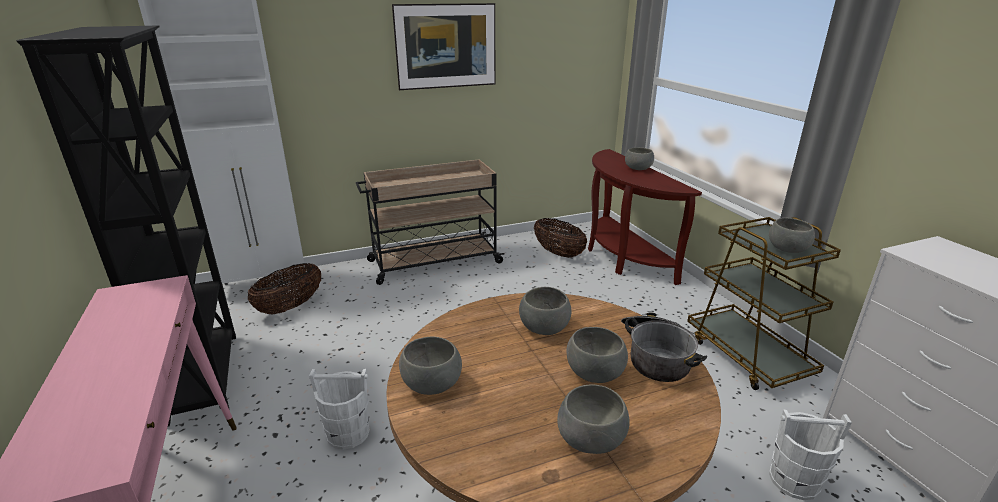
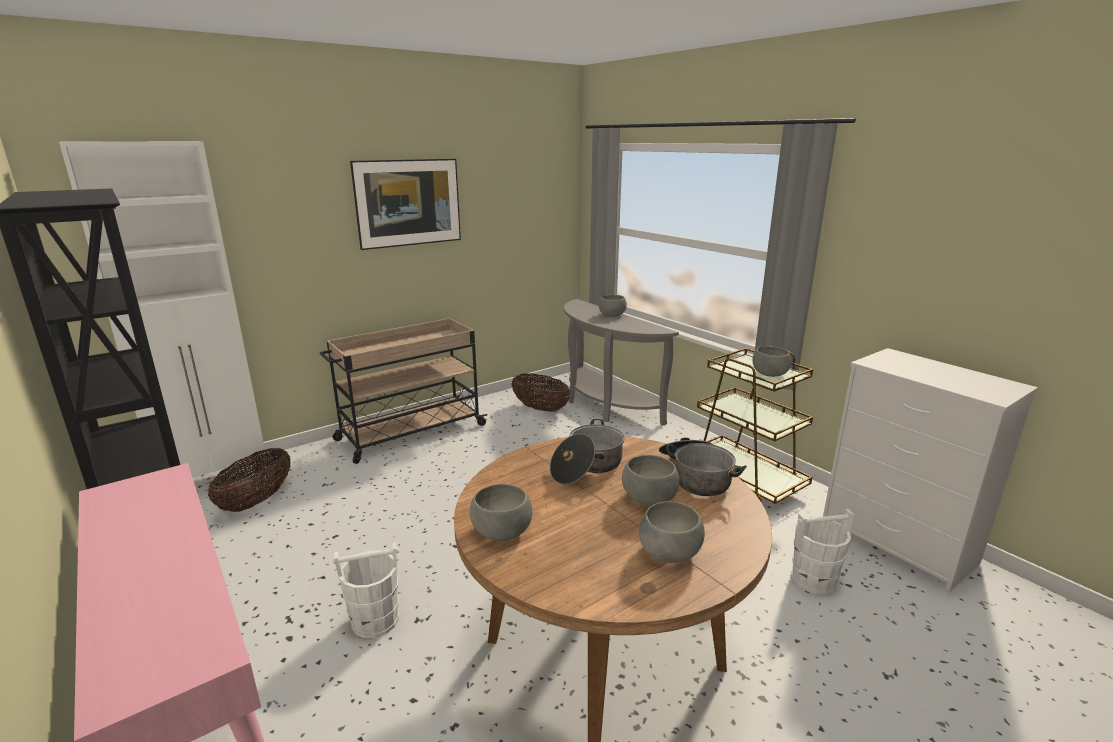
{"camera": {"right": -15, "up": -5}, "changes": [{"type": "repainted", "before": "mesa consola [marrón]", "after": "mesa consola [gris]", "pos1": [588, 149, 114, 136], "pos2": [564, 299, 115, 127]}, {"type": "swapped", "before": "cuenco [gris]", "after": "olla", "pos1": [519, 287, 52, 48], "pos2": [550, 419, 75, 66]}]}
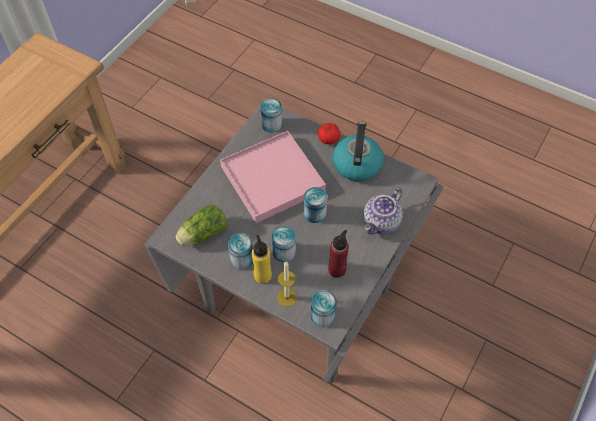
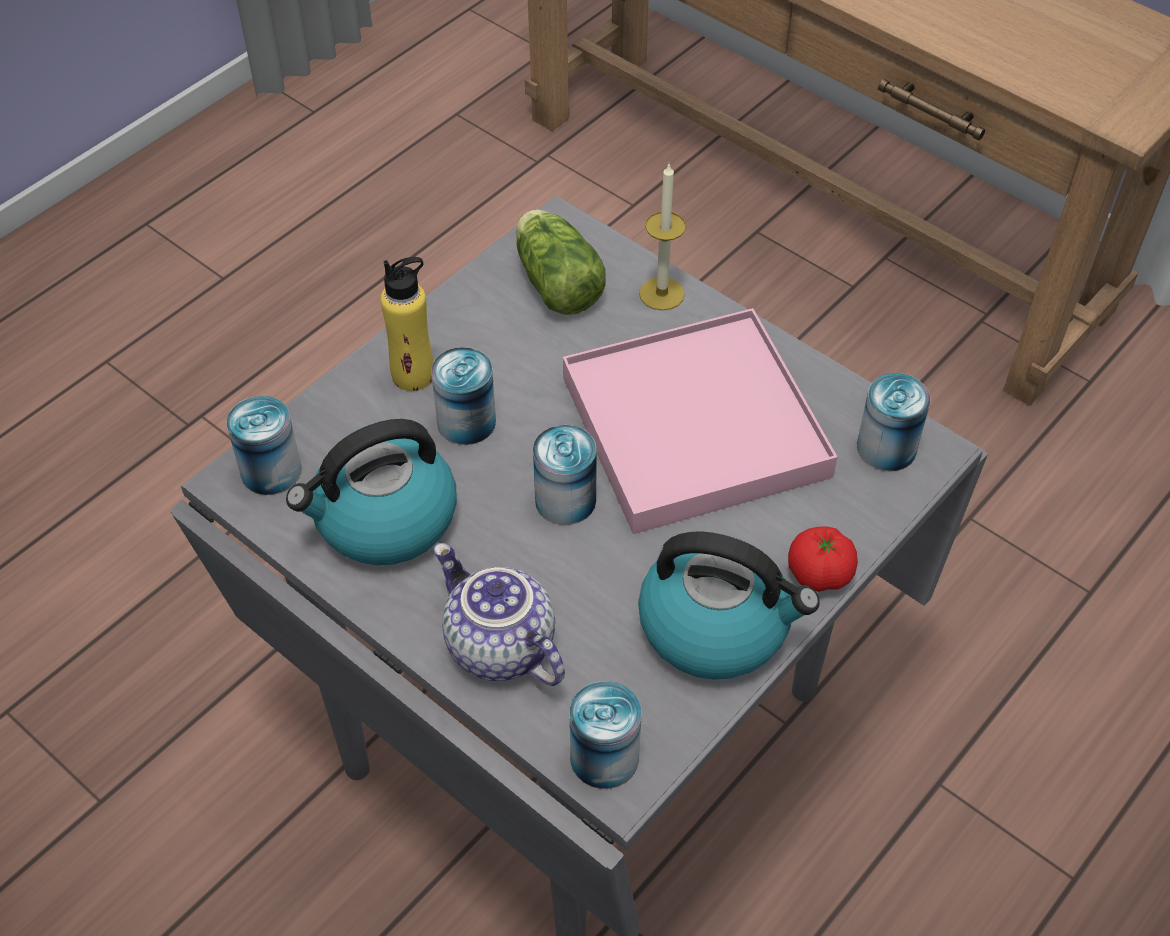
{"camera": {"right": 100, "up": -5}, "changes": [{"type": "swapped", "before": "botella [rojo]", "after": "hervidor", "pos1": [328, 230, 21, 48], "pos2": [286, 419, 171, 146]}, {"type": "shifted", "before": "lata", "pos1": [228, 233, 25, 37], "pos2": [570, 681, 71, 108]}, {"type": "shifted", "before": "vela", "pos1": [277, 261, 20, 46], "pos2": [639, 164, 47, 147]}]}
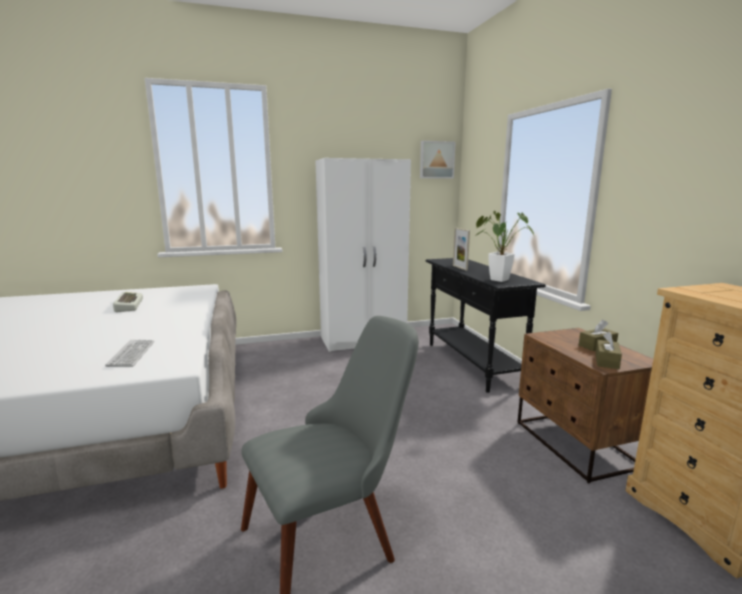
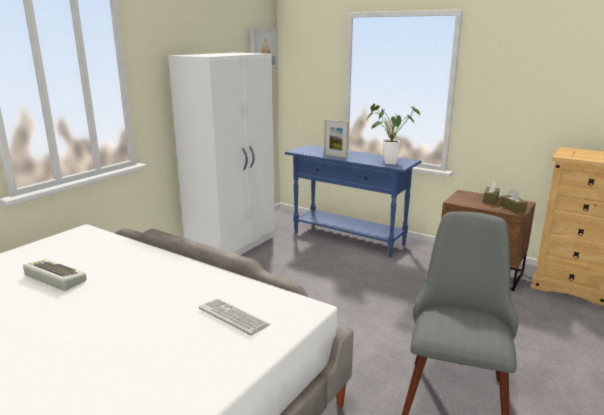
{"camera": {"right": -40, "up": 5}, "changes": [{"type": "repainted", "before": "mesa consola [negro]", "after": "mesa consola [azul]", "pos1": [425, 258, 121, 135], "pos2": [285, 145, 137, 113]}]}
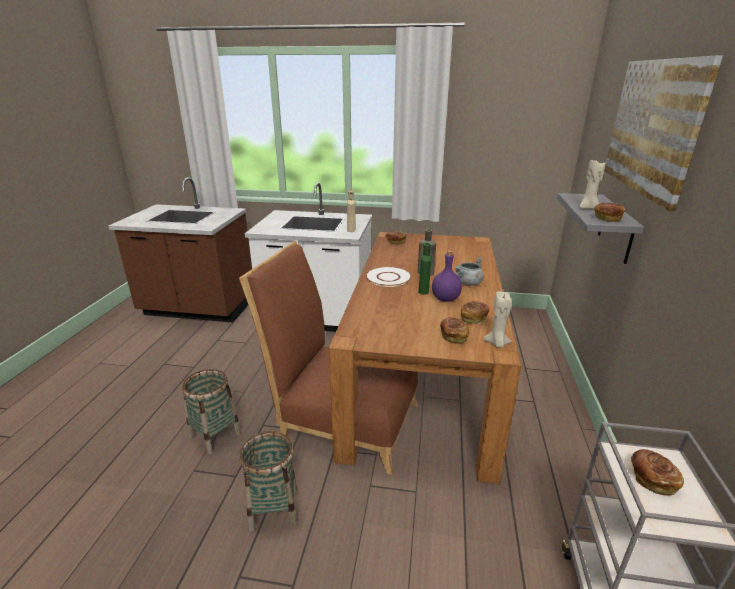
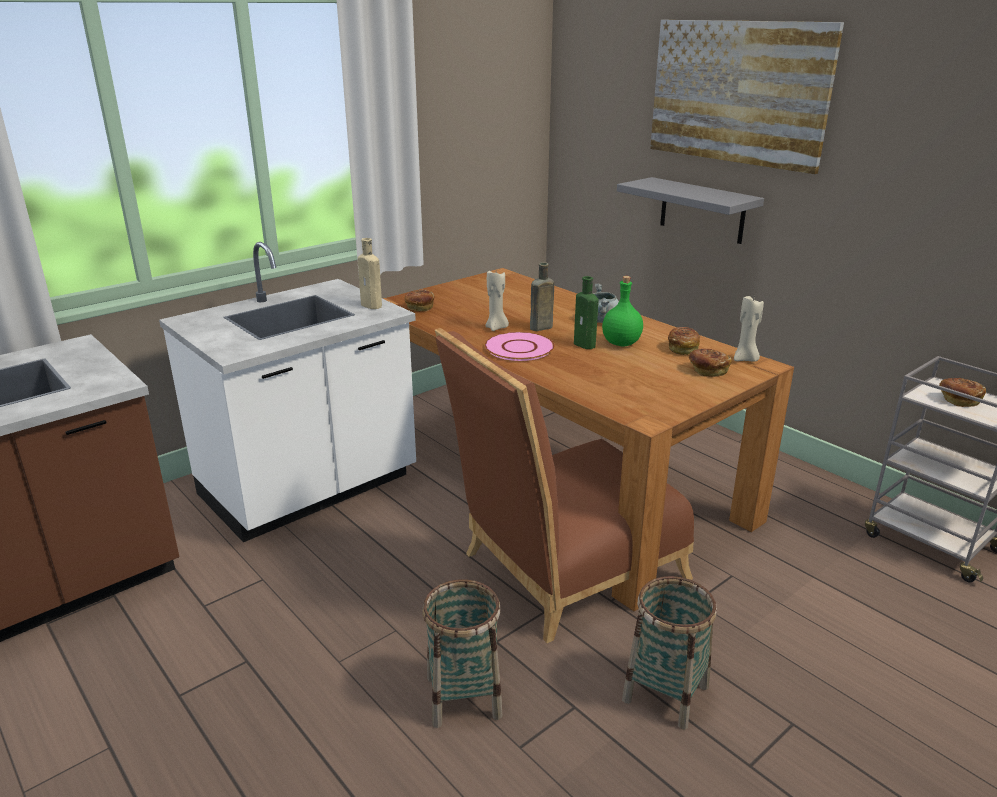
{"camera": {"right": -50, "up": 0}, "changes": [{"type": "shifted", "before": "vela [beis]", "pos1": [580, 159, 26, 50], "pos2": [485, 271, 24, 60]}, {"type": "gone", "before": "pan", "pos1": [594, 202, 31, 20]}, {"type": "repainted", "before": "botella [morado]", "after": "botella [verde]", "pos1": [432, 250, 30, 52], "pos2": [602, 276, 41, 70]}, {"type": "repainted", "before": "plato [blanco]", "after": "plato [rosa]", "pos1": [365, 267, 47, 20], "pos2": [484, 332, 71, 29]}]}
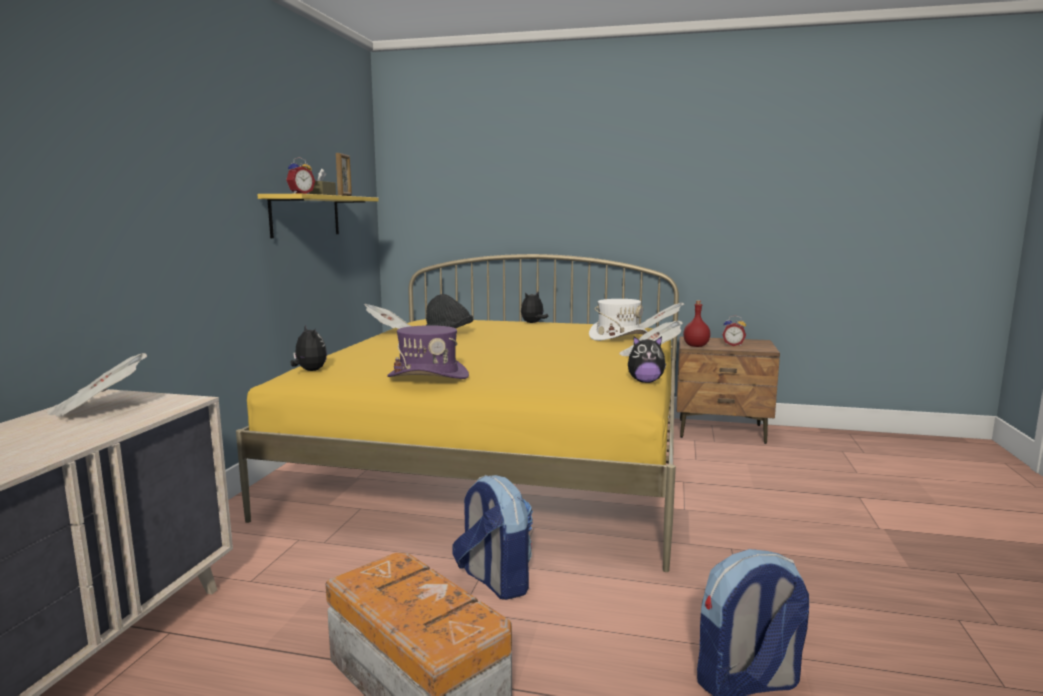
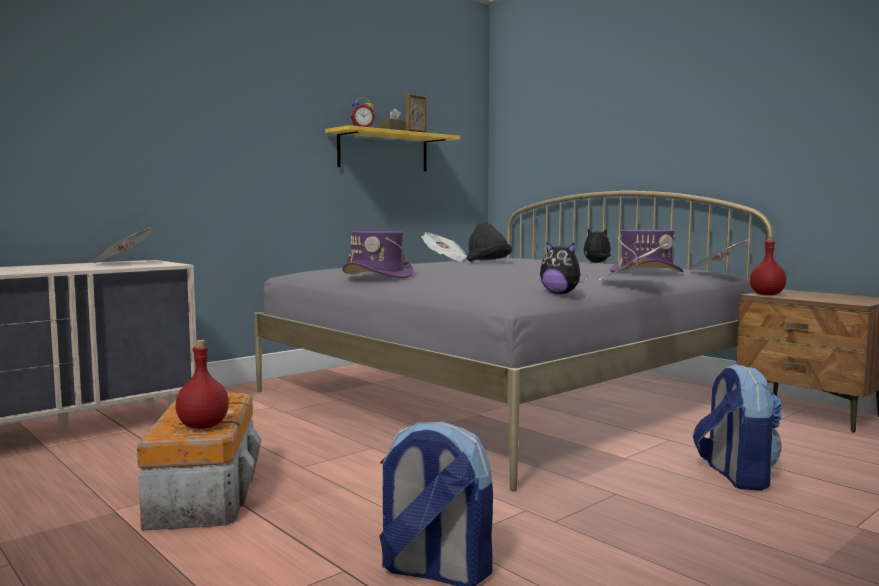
{"camera": {"right": 35, "up": -5}, "changes": [{"type": "repainted", "before": "cama [amarillo]", "after": "cama [gris]", "pos1": [236, 254, 443, 318], "pos2": [254, 191, 520, 300]}, {"type": "repainted", "before": "sombrero [blanco]", "after": "sombrero [morado]", "pos1": [589, 299, 59, 42], "pos2": [610, 230, 73, 42]}, {"type": "gone", "before": "despertador", "pos1": [722, 315, 24, 31]}, {"type": "gone", "before": "peluche", "pos1": [290, 325, 37, 46]}, {"type": "shifted", "before": "mochila", "pos1": [453, 475, 80, 125], "pos2": [693, 364, 90, 127]}, {"type": "new", "after": "botella [rojo]", "pos2": [175, 340, 54, 89]}]}
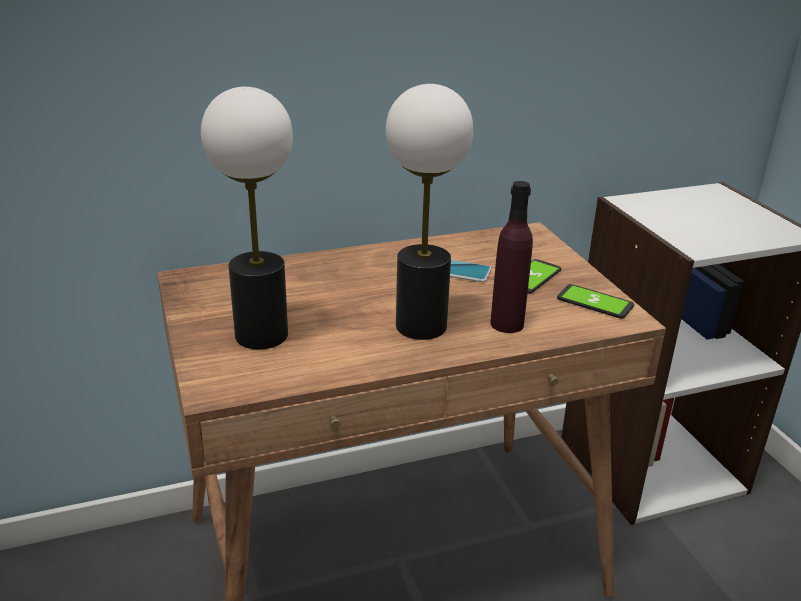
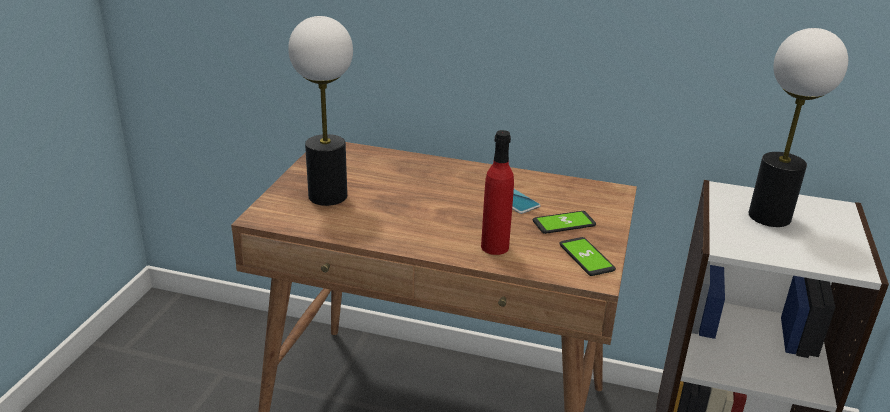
{"camera": {"right": 35, "up": 0}, "changes": [{"type": "shifted", "before": "lámpara de mesa", "pos1": [386, 84, 87, 256], "pos2": [749, 28, 99, 199]}, {"type": "repainted", "before": "botella [morado]", "after": "botella [rojo]", "pos1": [490, 181, 43, 152], "pos2": [481, 130, 33, 125]}]}
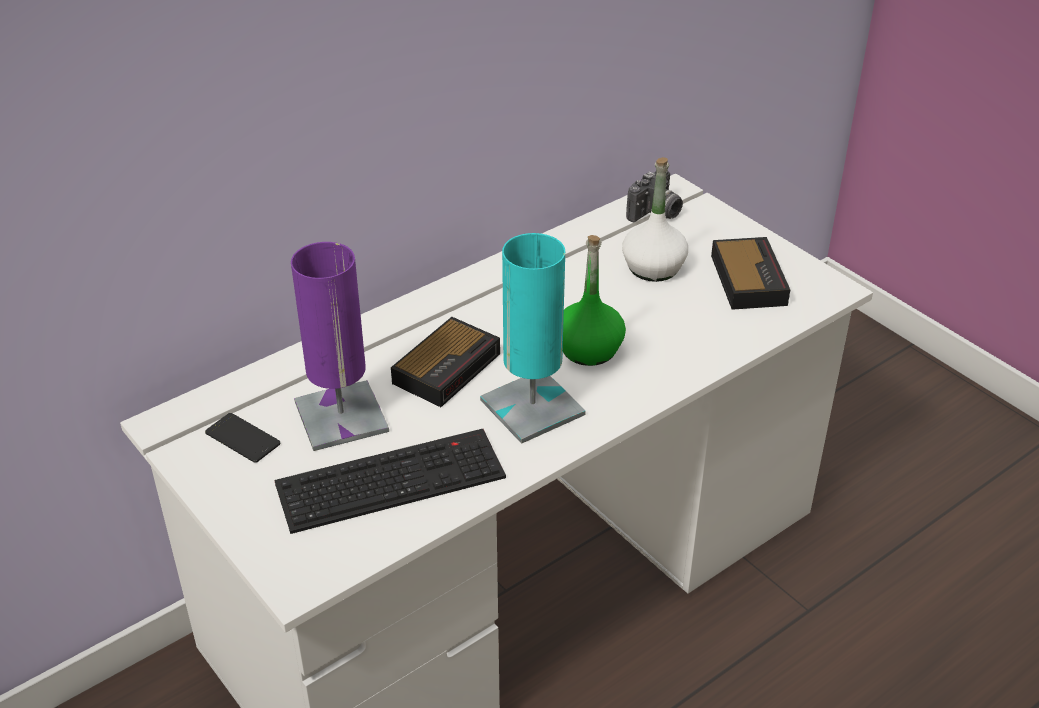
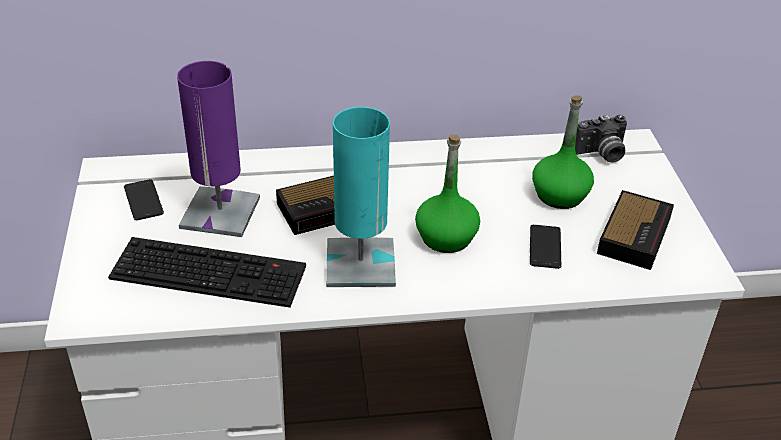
{"camera": {"right": 30, "up": 0}, "changes": [{"type": "repainted", "before": "botella [blanco]", "after": "botella [verde]", "pos1": [622, 157, 66, 125], "pos2": [532, 96, 62, 113]}, {"type": "new", "after": "móvil", "pos2": [530, 225, 31, 44]}]}
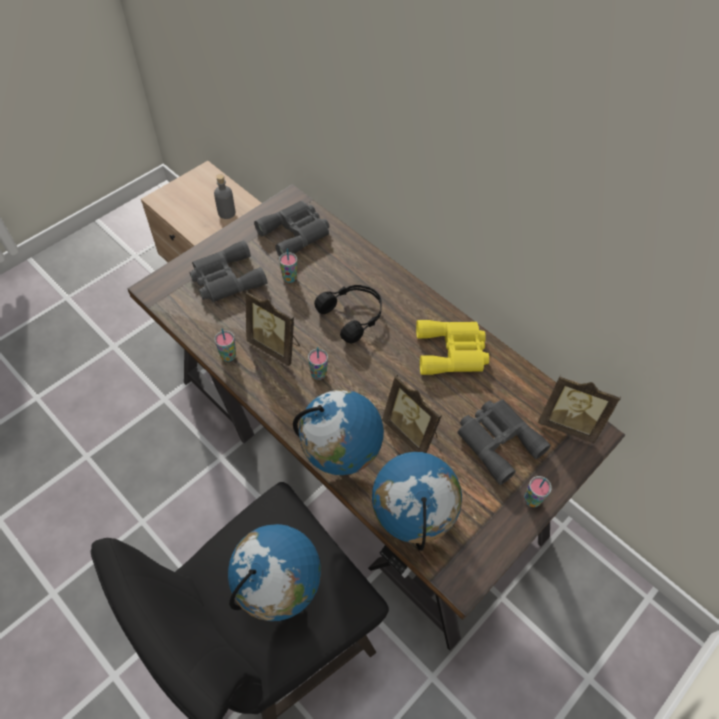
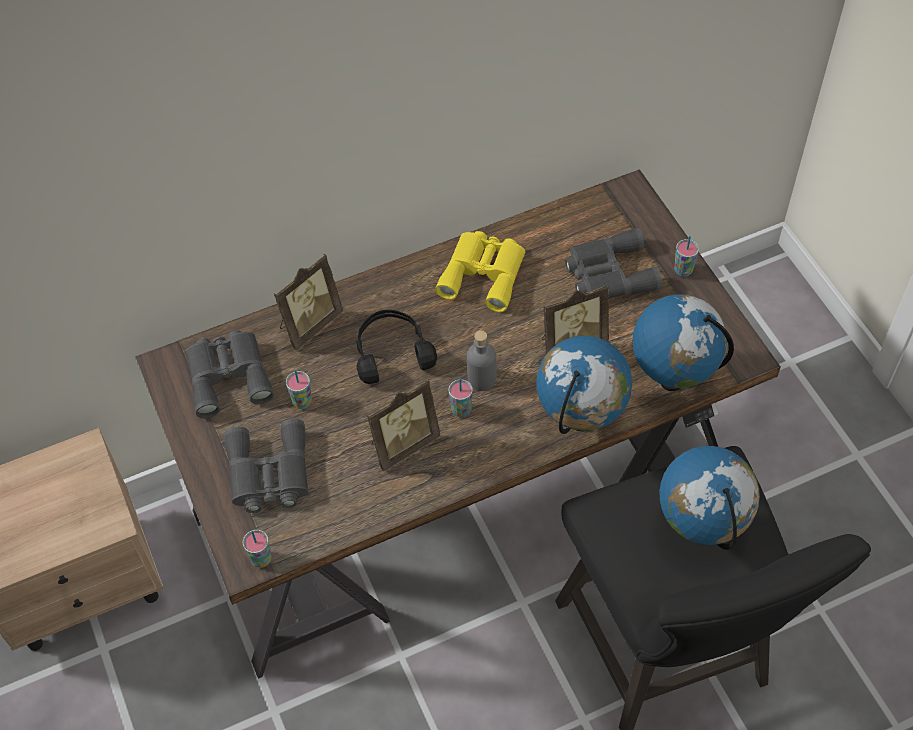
{"camera": {"right": -65, "up": 0}, "changes": [{"type": "shifted", "before": "botella [gris]", "pos1": [214, 174, 21, 45], "pos2": [467, 330, 29, 61]}, {"type": "shifted", "before": "taza", "pos1": [214, 328, 22, 34], "pos2": [242, 530, 30, 38]}, {"type": "shifted", "before": "portarretratos", "pos1": [538, 376, 83, 67], "pos2": [274, 253, 69, 97]}]}
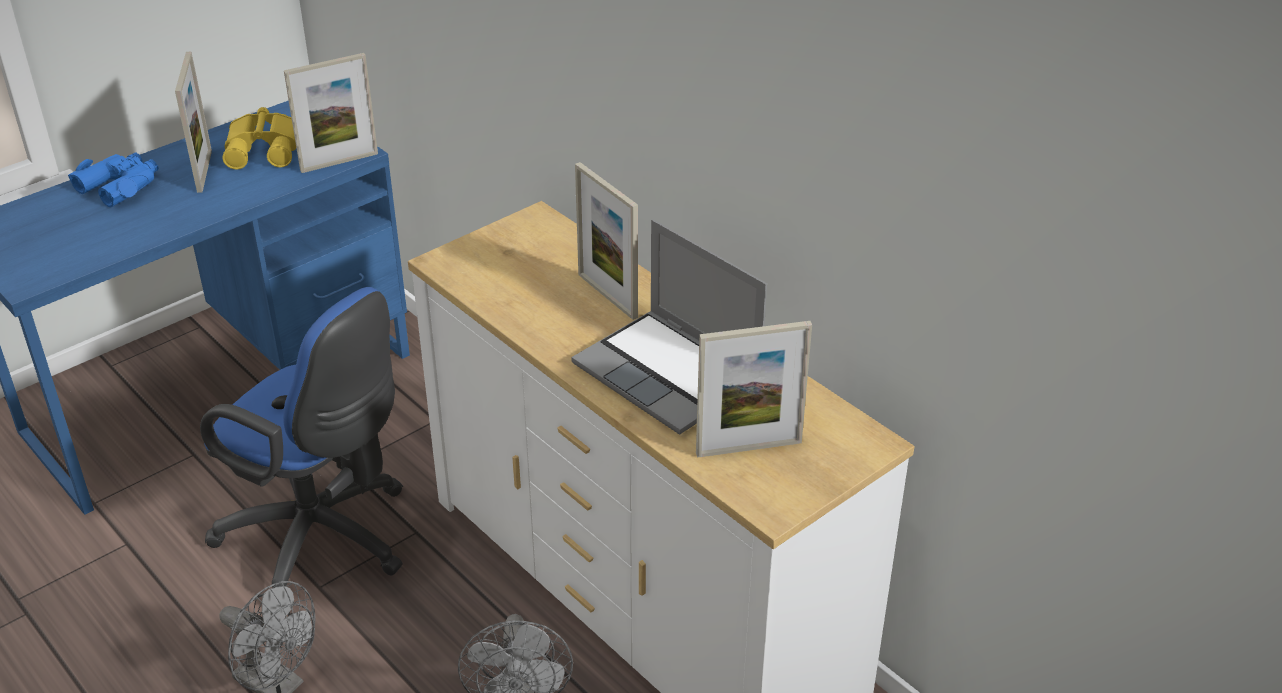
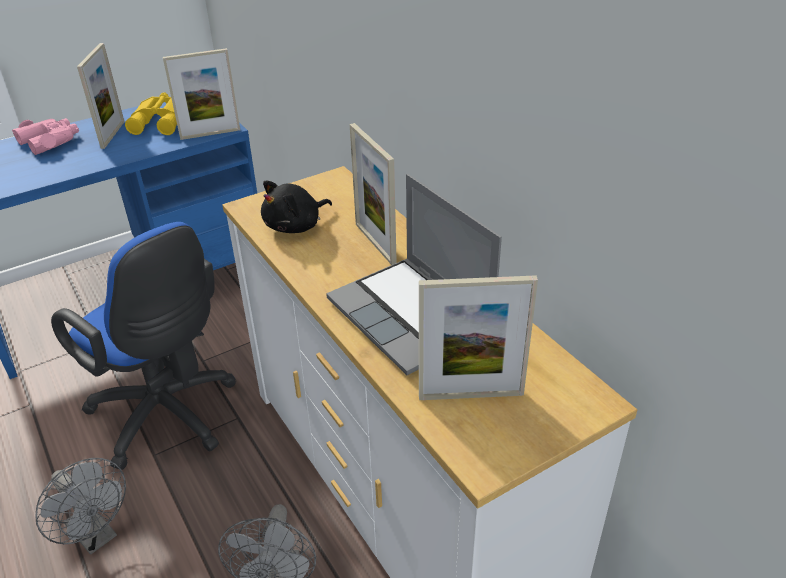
{"camera": {"right": 10, "up": 0}, "changes": [{"type": "repainted", "before": "prismáticos [azul]", "after": "prismáticos [rosa]", "pos1": [68, 153, 91, 54], "pos2": [12, 118, 67, 37]}, {"type": "new", "after": "peluche [negro]", "pos2": [261, 180, 71, 53]}]}
